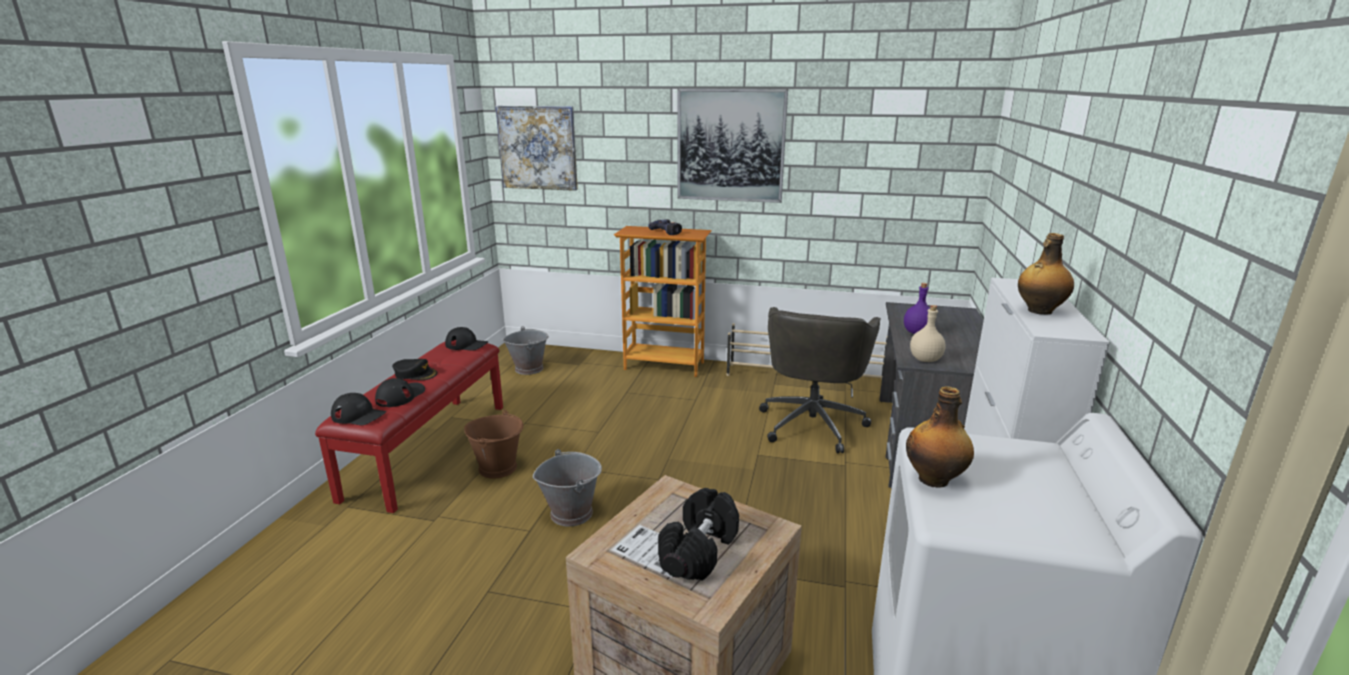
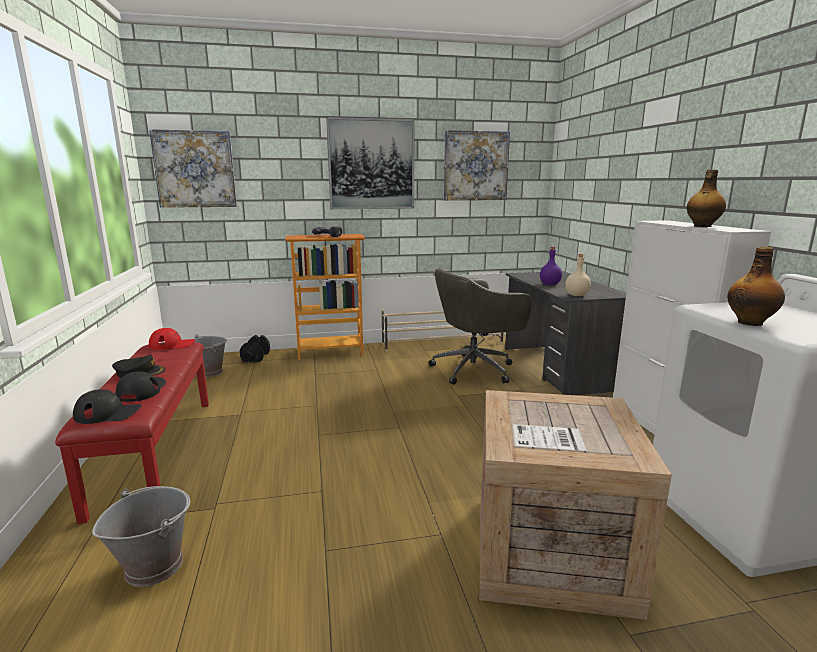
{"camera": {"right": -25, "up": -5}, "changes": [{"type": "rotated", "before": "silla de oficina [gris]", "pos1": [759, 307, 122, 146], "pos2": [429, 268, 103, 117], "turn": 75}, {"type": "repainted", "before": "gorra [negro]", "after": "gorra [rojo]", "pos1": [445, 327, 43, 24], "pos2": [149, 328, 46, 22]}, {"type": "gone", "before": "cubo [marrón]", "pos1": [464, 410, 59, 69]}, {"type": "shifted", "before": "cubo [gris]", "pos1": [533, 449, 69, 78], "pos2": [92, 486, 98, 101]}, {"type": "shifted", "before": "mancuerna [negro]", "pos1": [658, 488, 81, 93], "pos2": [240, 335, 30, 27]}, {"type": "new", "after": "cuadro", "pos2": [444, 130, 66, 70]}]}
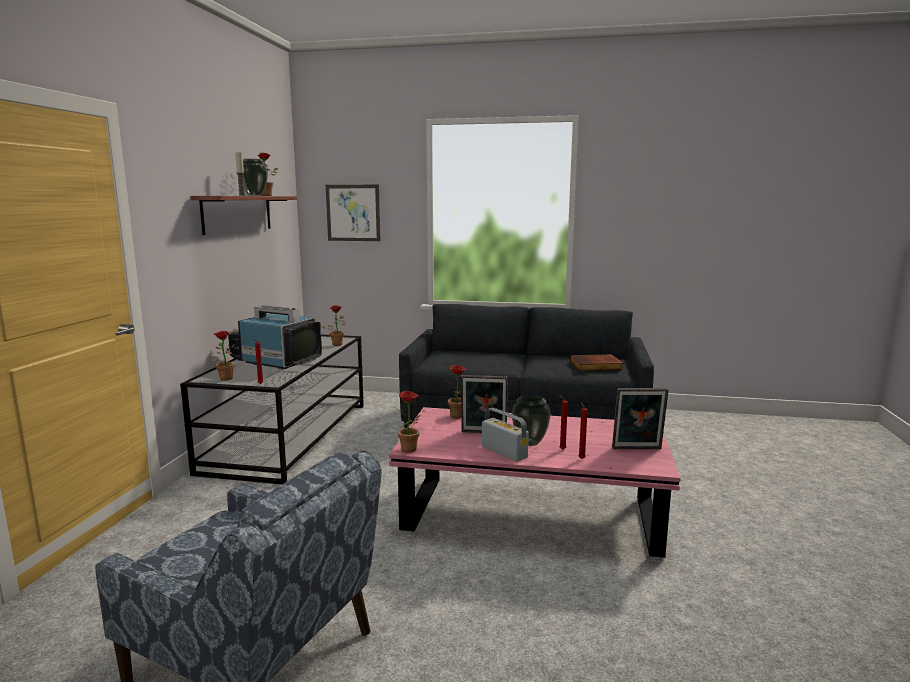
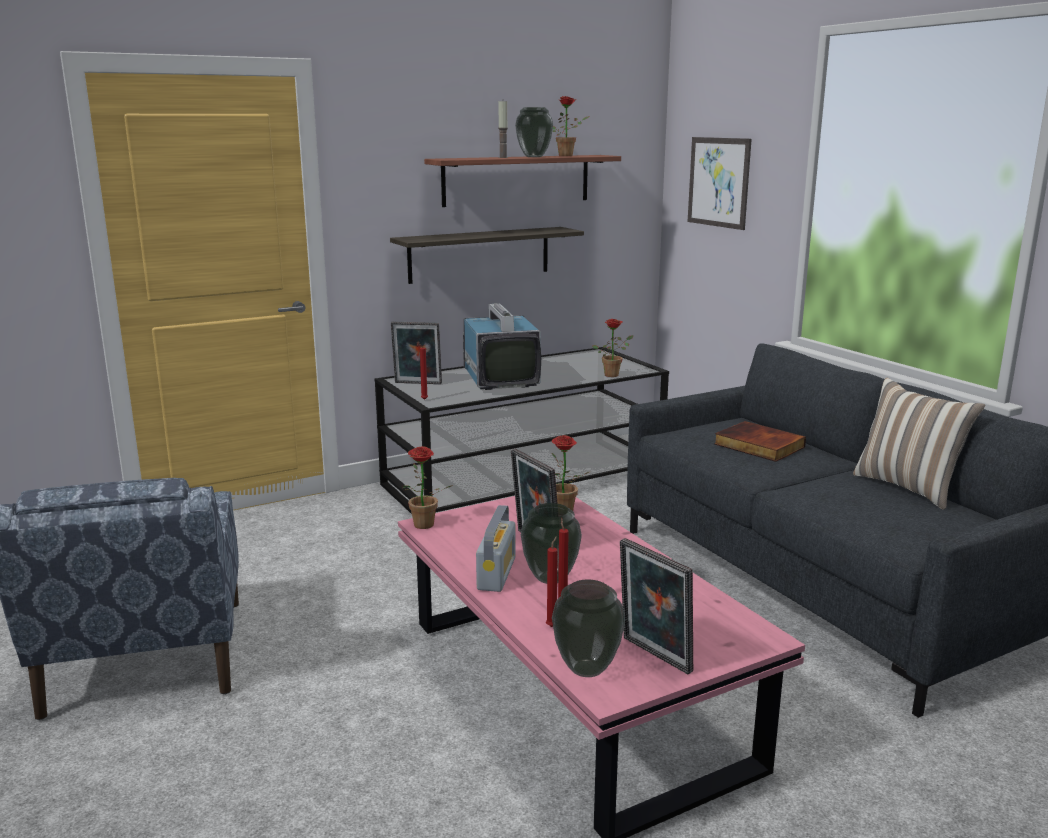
{"camera": {"right": 50, "up": 5}, "changes": [{"type": "swapped", "before": "planta en maceta", "after": "portarretratos", "pos1": [210, 331, 25, 50], "pos2": [391, 322, 51, 62]}, {"type": "shifted", "before": "libro", "pos1": [570, 354, 53, 17], "pos2": [714, 421, 92, 41]}, {"type": "new", "after": "estante", "pos2": [390, 227, 194, 57]}, {"type": "new", "after": "cojín", "pos2": [853, 378, 132, 132]}, {"type": "new", "after": "florero", "pos2": [552, 580, 73, 97]}]}
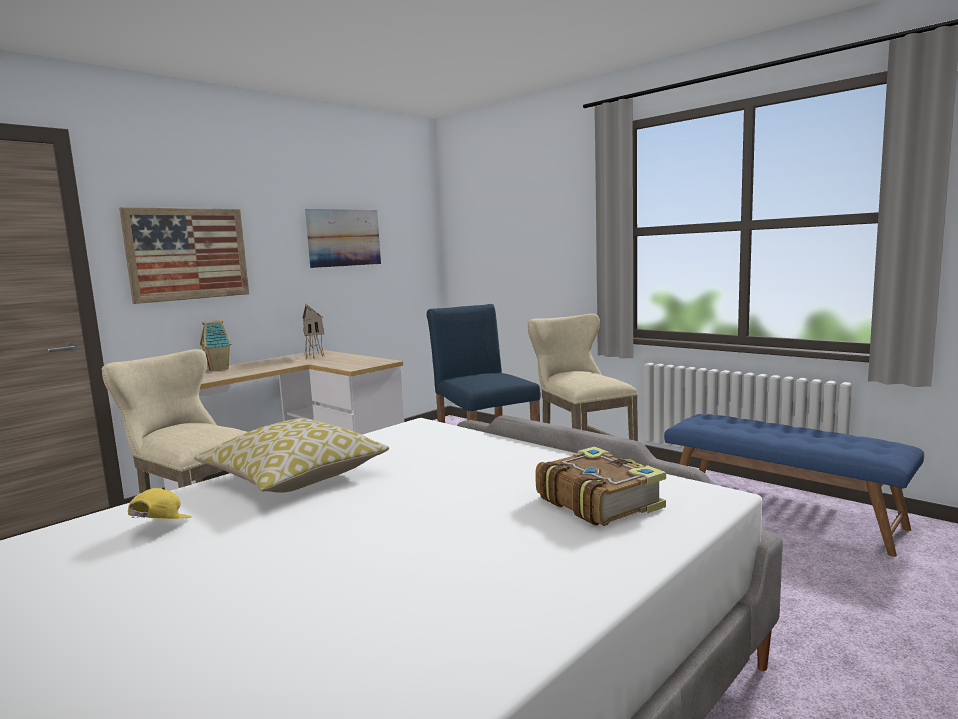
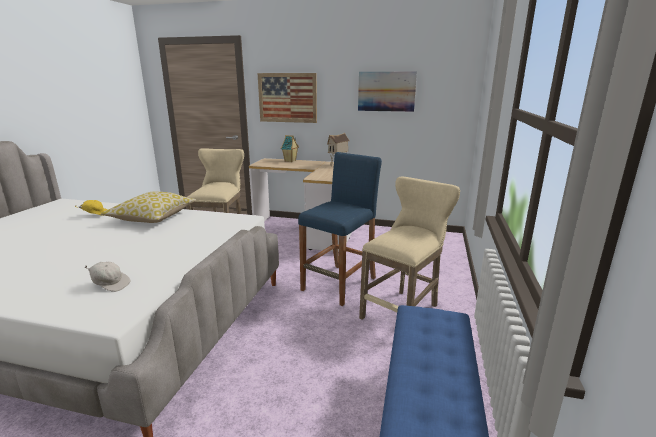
{"camera": {"right": 60, "up": 10}, "changes": [{"type": "swapped", "before": "libro", "after": "gorra [blanco]", "pos1": [535, 446, 131, 80], "pos2": [84, 262, 46, 30]}]}
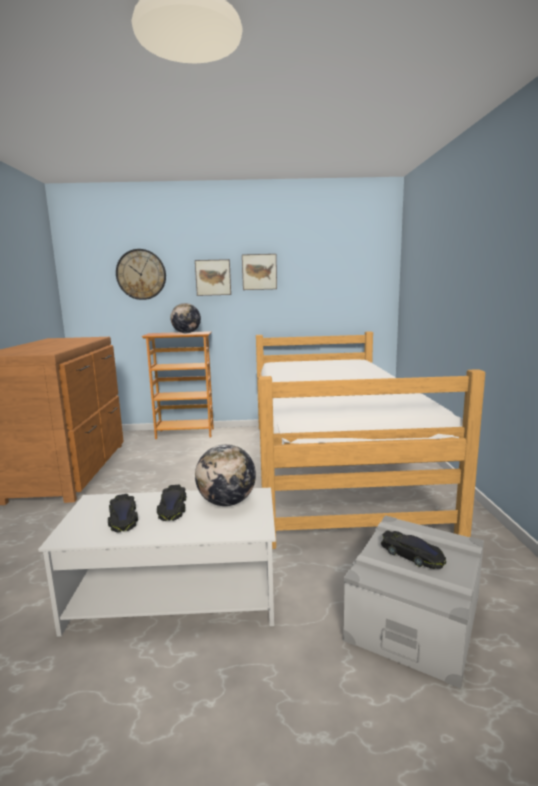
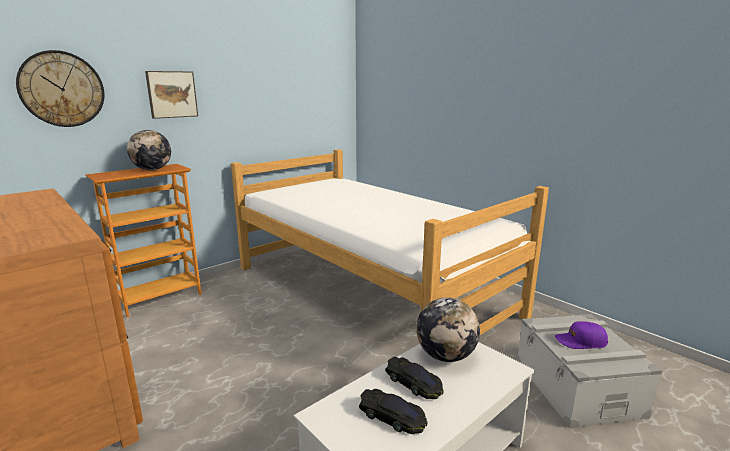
{"camera": {"right": -40, "up": 5}, "changes": [{"type": "gone", "before": "cuadro", "pos1": [242, 254, 35, 36]}, {"type": "swapped", "before": "coche de juguete [negro]", "after": "gorra [morado]", "pos1": [381, 531, 65, 38], "pos2": [555, 321, 53, 28]}]}
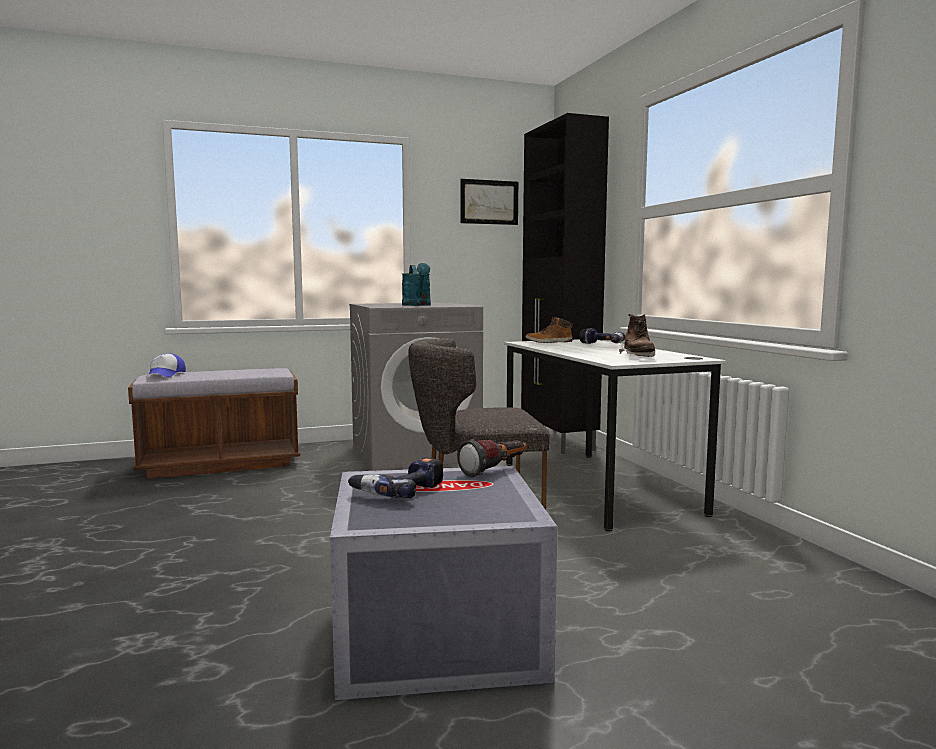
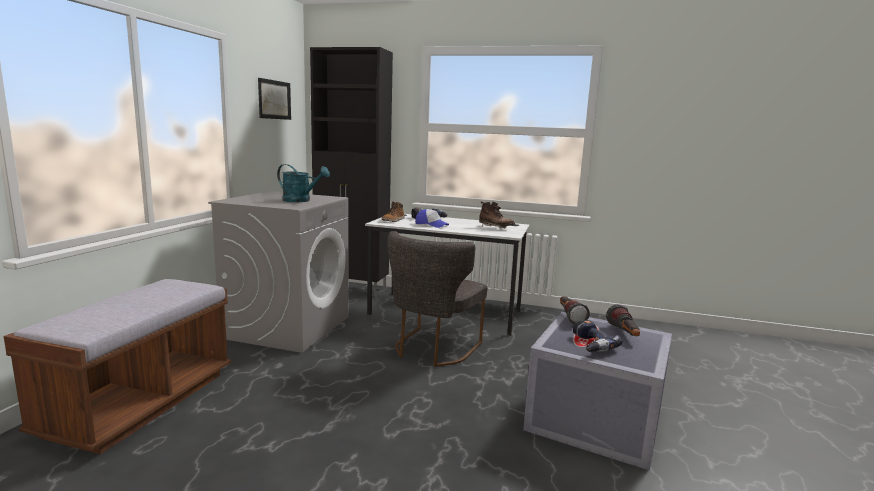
{"camera": {"right": -55, "up": 5}, "changes": [{"type": "shifted", "before": "gorra", "pos1": [146, 353, 40, 24], "pos2": [415, 209, 34, 19]}, {"type": "new", "after": "linterna", "pos2": [606, 304, 34, 32]}]}
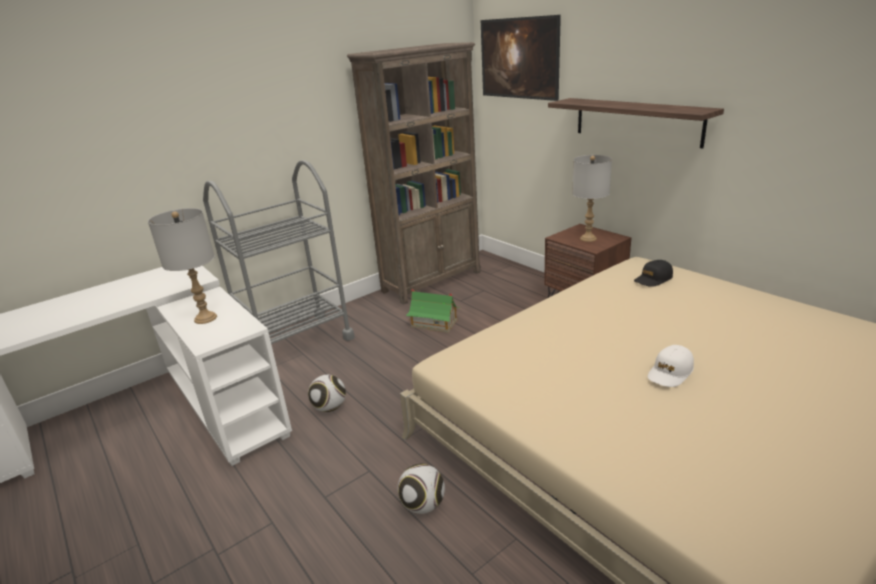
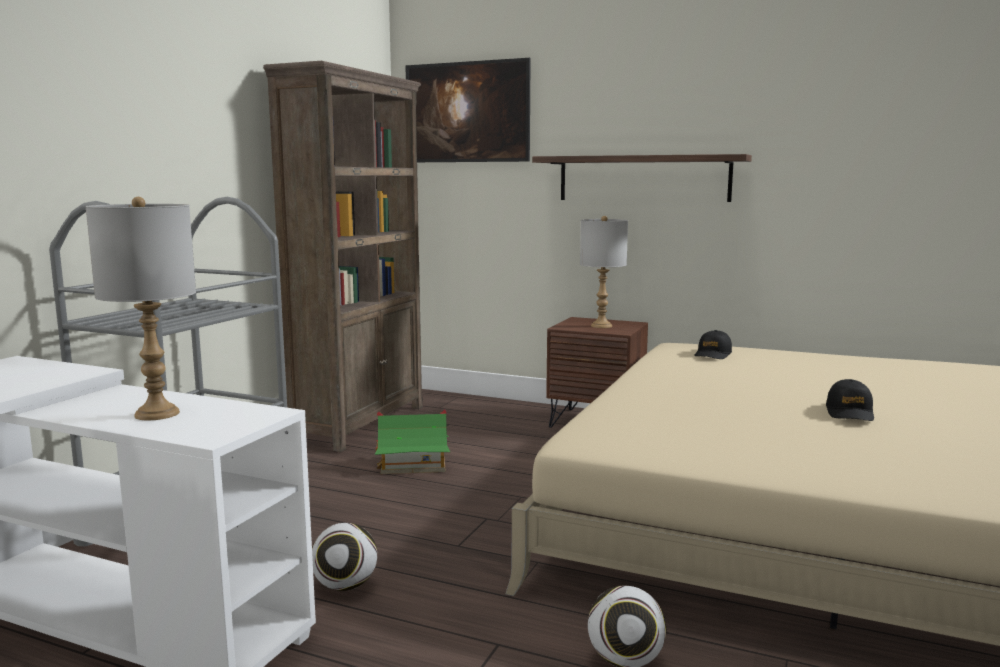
{"camera": {"right": -30, "up": -15}, "changes": [{"type": "repainted", "before": "gorra [blanco]", "after": "gorra [negro]", "pos1": [648, 345, 46, 42], "pos2": [826, 379, 48, 42]}]}
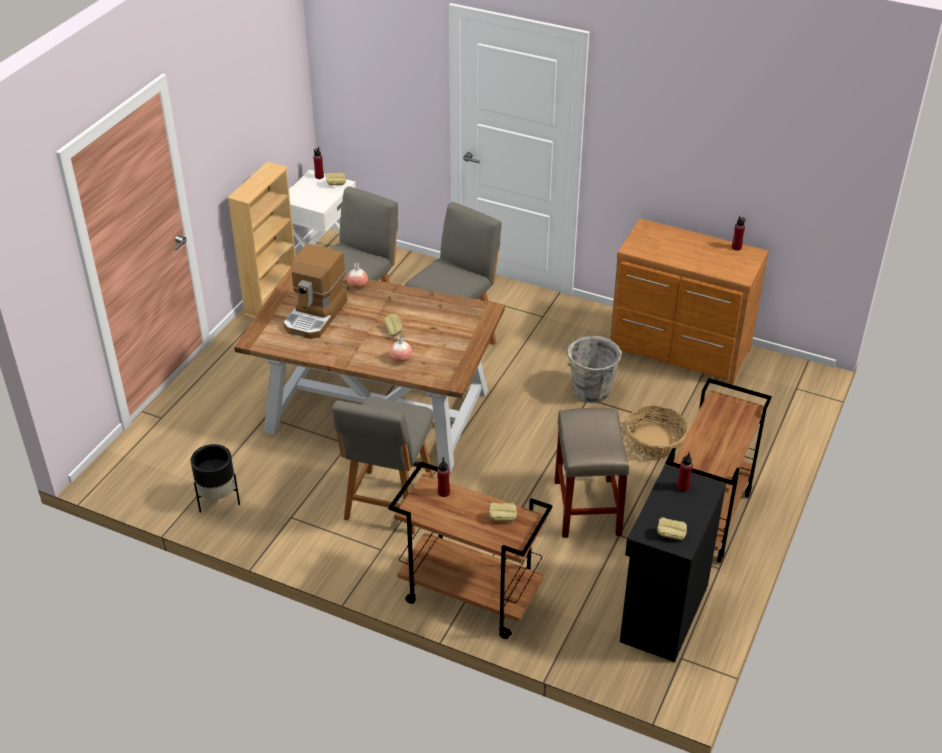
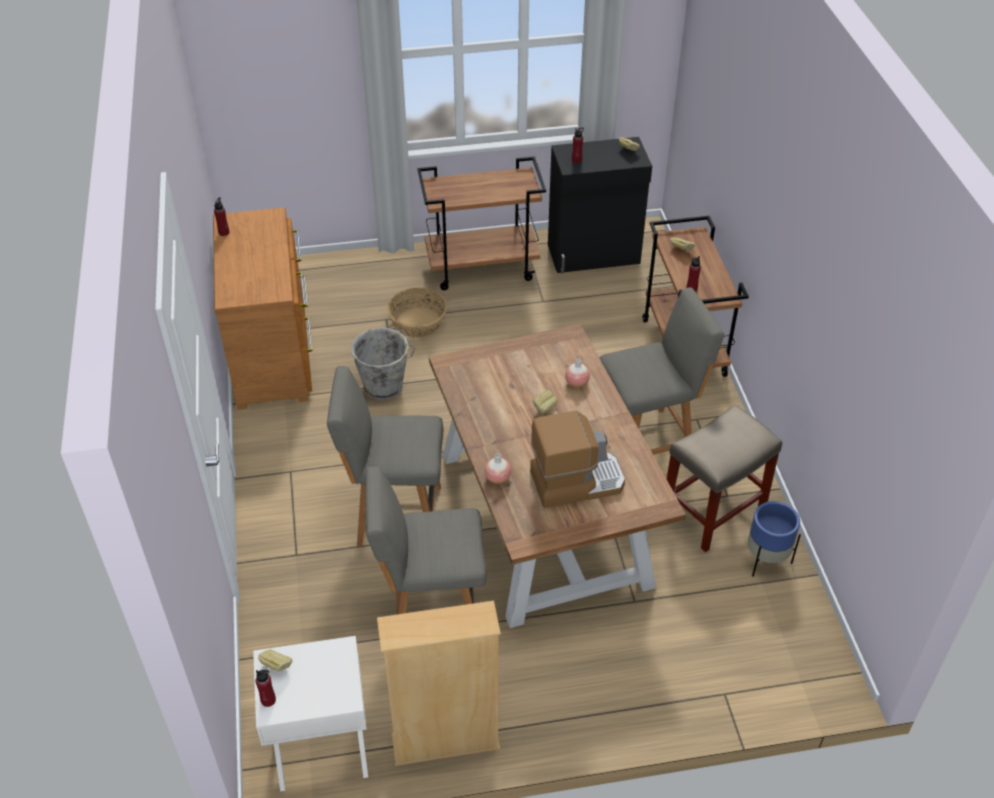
{"camera": {"right": -125, "up": 5}, "changes": [{"type": "shifted", "before": "taburete [beis]", "pos1": [554, 408, 75, 130], "pos2": [667, 405, 115, 147]}, {"type": "repainted", "before": "maceta [negro]", "after": "maceta [azul]", "pos1": [191, 444, 49, 69], "pos2": [748, 501, 53, 76]}]}
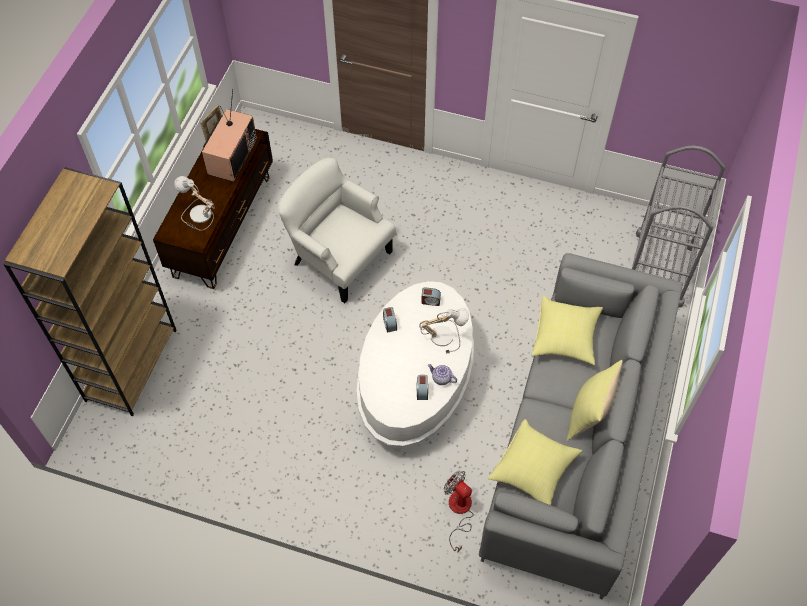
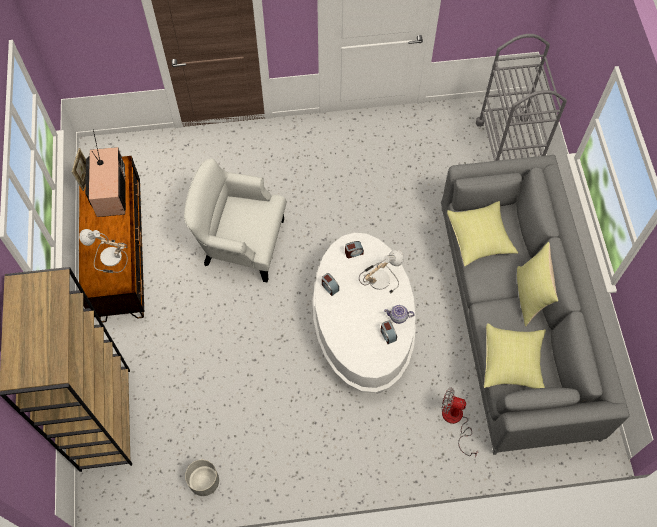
{"camera": {"right": -25, "up": 5}, "changes": [{"type": "new", "after": "maceta [gris]", "pos2": [185, 460, 34, 36]}]}
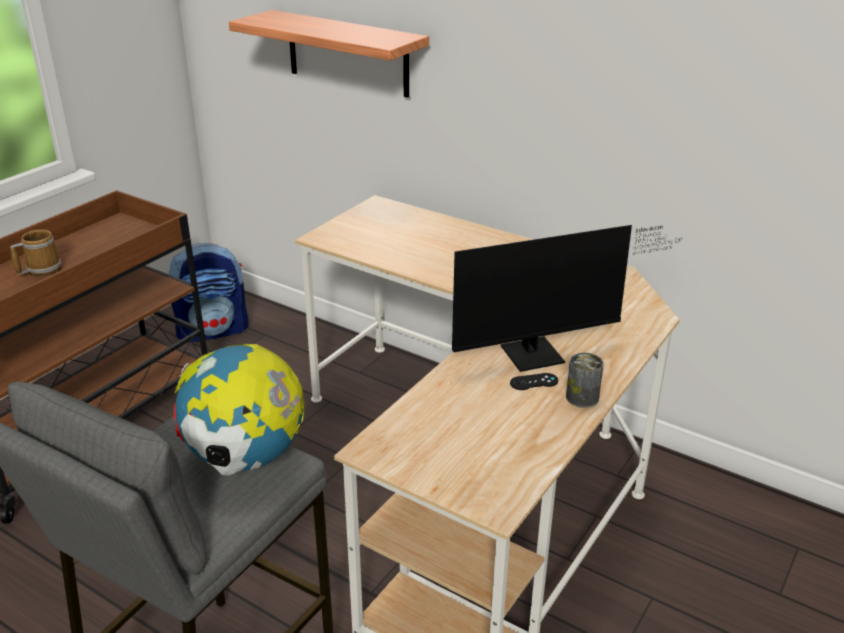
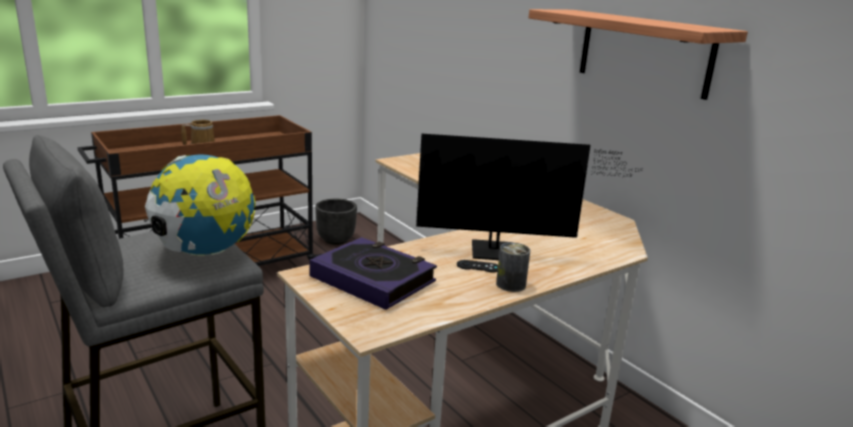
{"camera": {"right": 20, "up": -10}, "changes": [{"type": "shifted", "before": "estante", "pos1": [229, 10, 200, 87], "pos2": [528, 9, 220, 91]}, {"type": "swapped", "before": "mochila", "after": "maceta [negro]", "pos1": [168, 243, 80, 99], "pos2": [315, 199, 42, 46]}, {"type": "new", "after": "libro", "pos2": [309, 237, 128, 73]}]}
